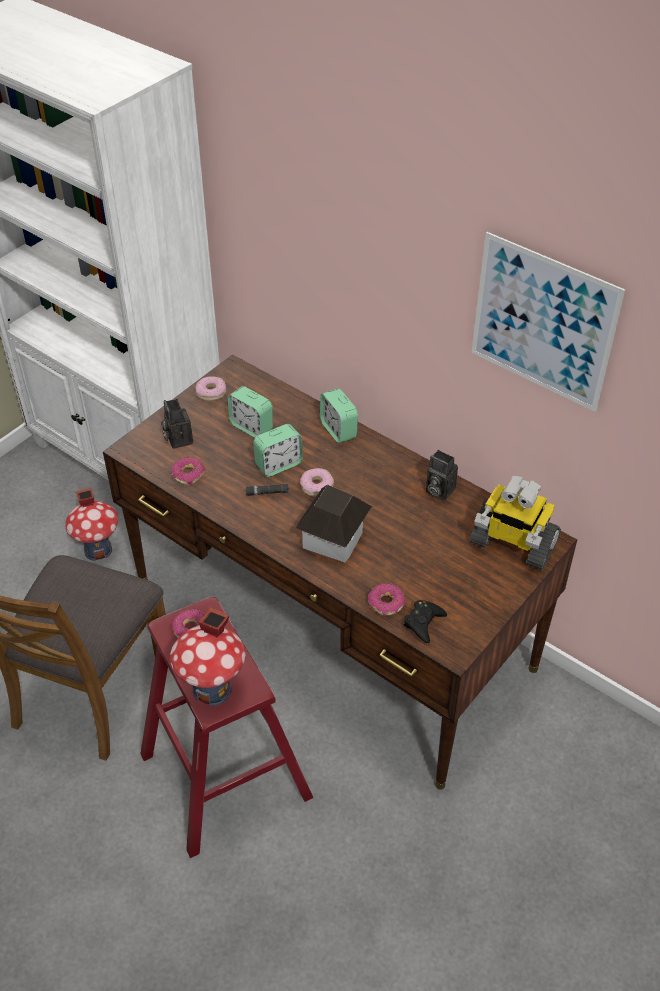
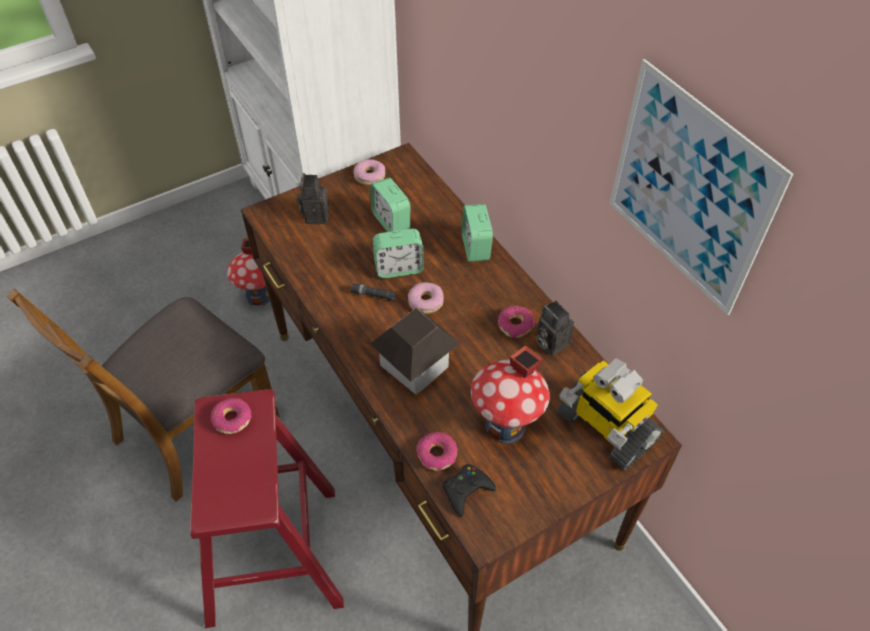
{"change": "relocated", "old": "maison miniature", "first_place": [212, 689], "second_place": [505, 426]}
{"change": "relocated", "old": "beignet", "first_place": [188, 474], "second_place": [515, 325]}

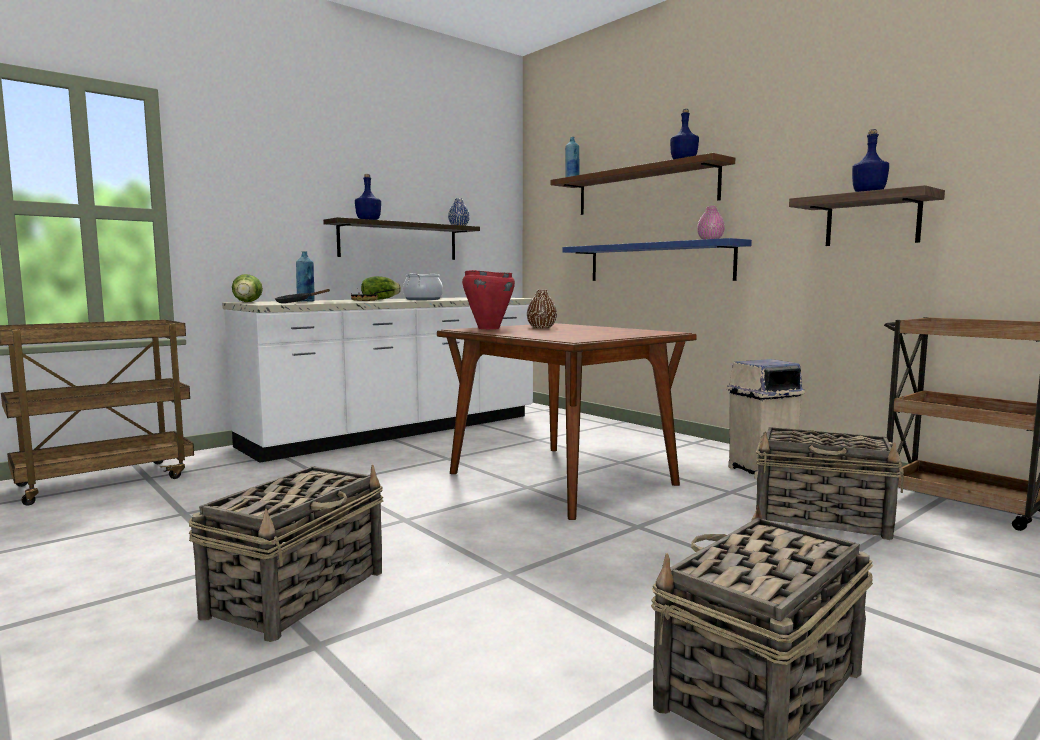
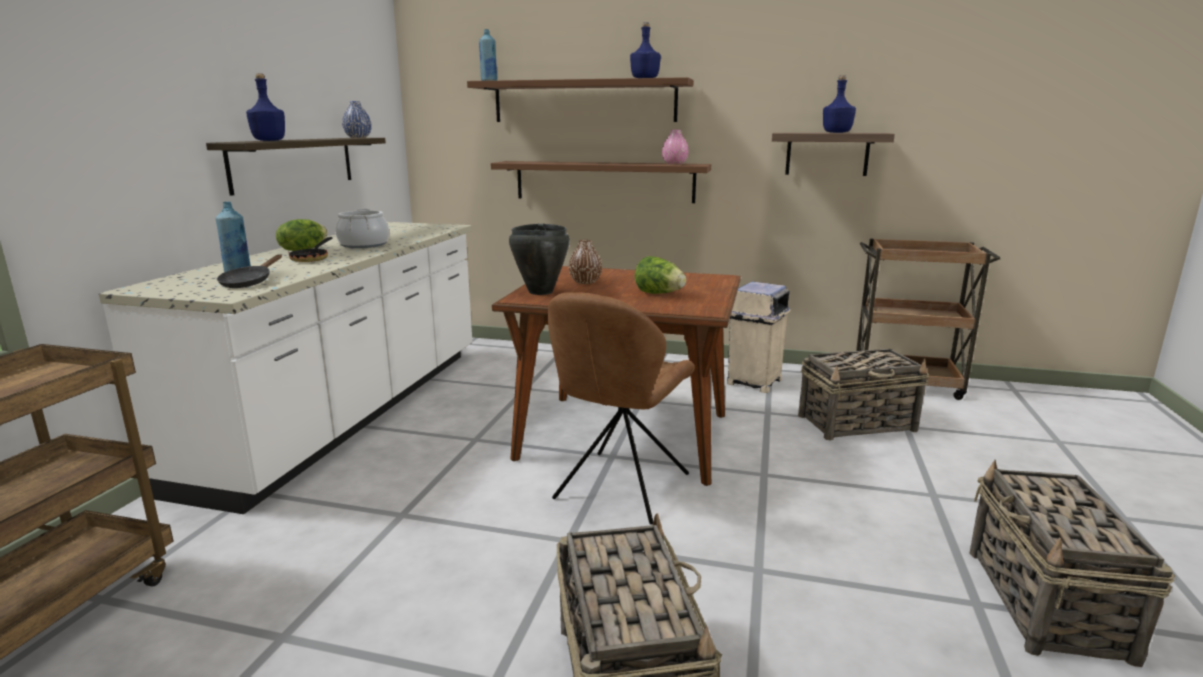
{"change": "appeared", "new": "chaise (marron)", "second_place": [620, 489]}
{"change": "relocated", "old": "laitue", "first_place": [247, 302], "second_place": [659, 294]}
{"change": "colour", "old": "marmite (rouge)", "new": "marmite (noir)", "first_place": [488, 328], "second_place": [540, 292]}
{"change": "colour", "old": "étagère (bleu)", "new": "étagère (marron)", "first_place": [658, 262], "second_place": [604, 181]}

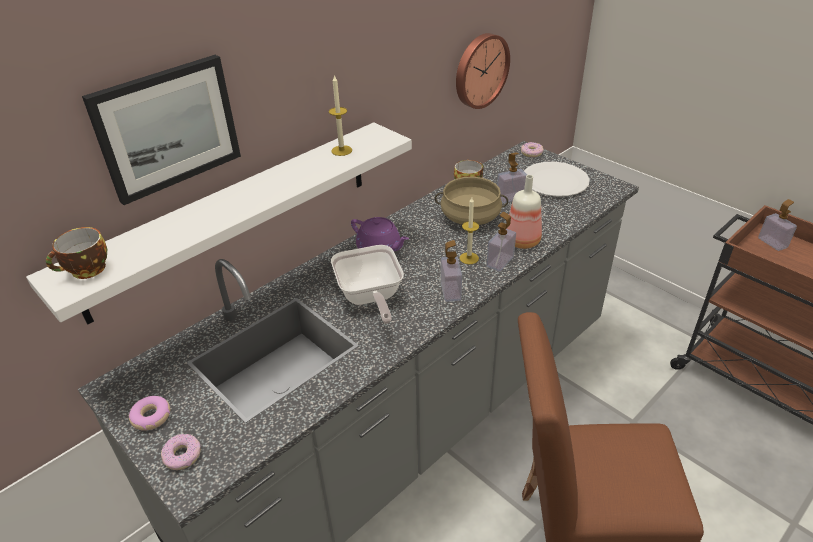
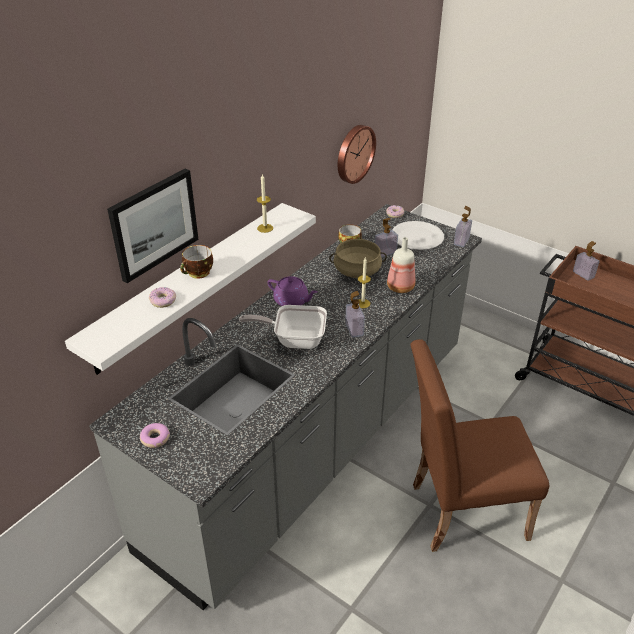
{"change": "relocated", "old": "tasse", "first_place": [86, 271], "second_place": [198, 273]}
{"change": "relocated", "old": "beignet", "first_place": [183, 455], "second_place": [163, 301]}
{"change": "relocated", "old": "distributeur de savon", "first_place": [500, 262], "second_place": [461, 241]}
{"change": "spun", "old": "poêle", "first_place": [370, 298], "second_place": [294, 339], "degrees": 120}

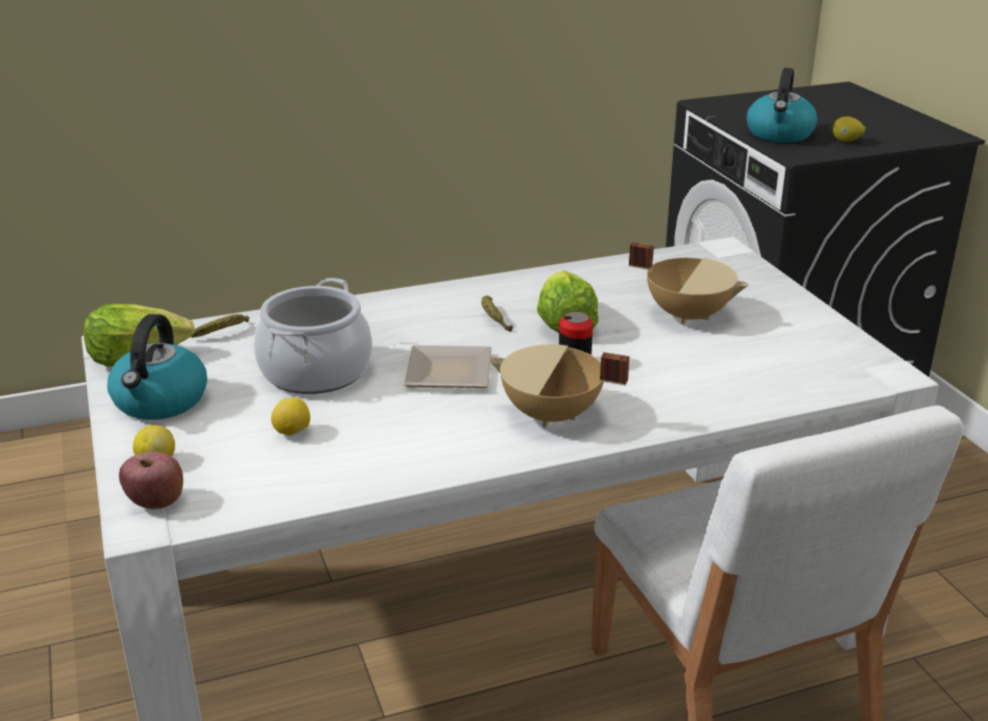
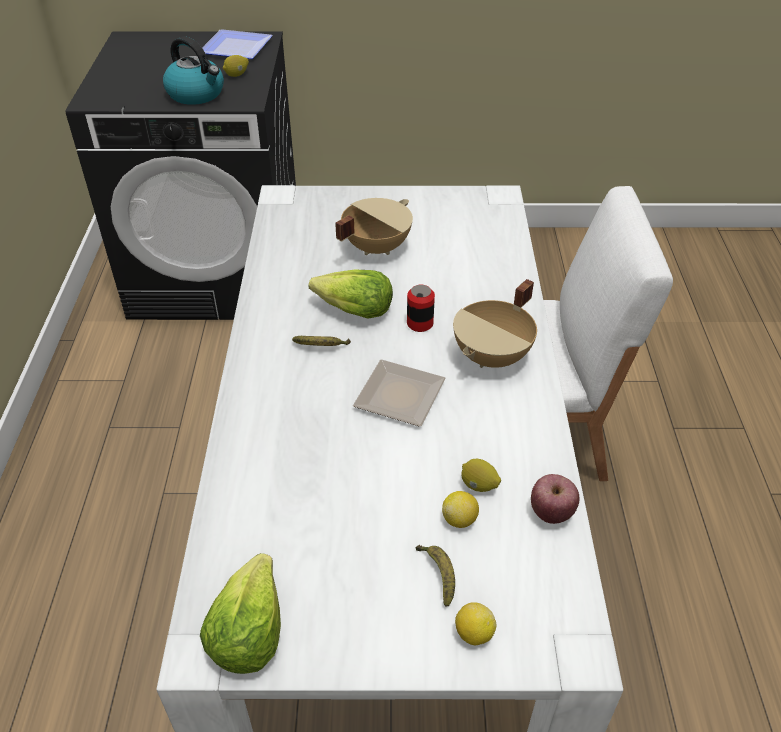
{"change": "missing", "old": "bouilloire", "first_place": [160, 401]}
{"change": "missing", "old": "marmite", "first_place": [316, 371]}
{"change": "appeared", "new": "assiette", "second_place": [239, 47]}
{"change": "appeared", "new": "citron", "second_place": [478, 485]}
{"change": "relocated", "old": "pomme", "first_place": [156, 502], "second_place": [551, 512]}
{"change": "relocated", "old": "banane", "first_place": [224, 333], "second_place": [438, 575]}

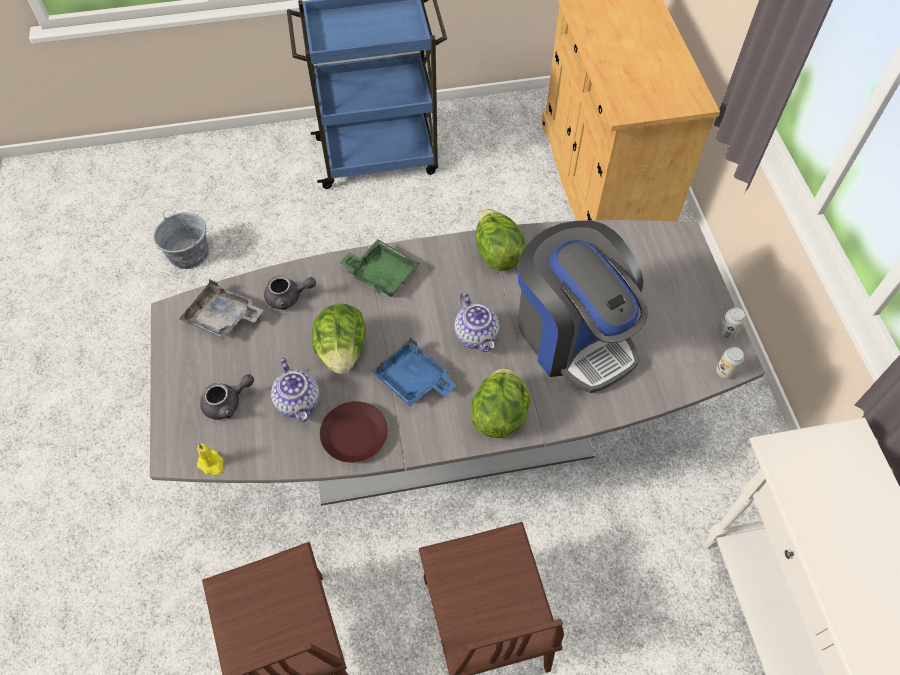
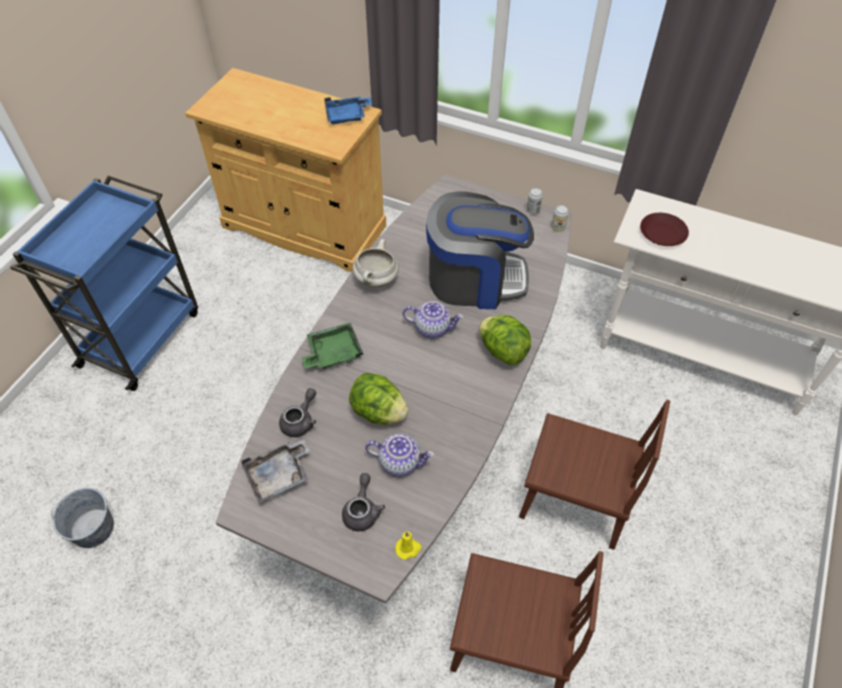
{"change": "relocated", "old": "assiette (marron)", "first_place": [355, 435], "second_place": [662, 233]}
{"change": "relocated", "old": "plateau (bleu)", "first_place": [413, 380], "second_place": [347, 116]}
{"change": "exchanged", "old": "laitue", "new": "marmite (blanc)", "first_place": [497, 253], "second_place": [376, 280]}

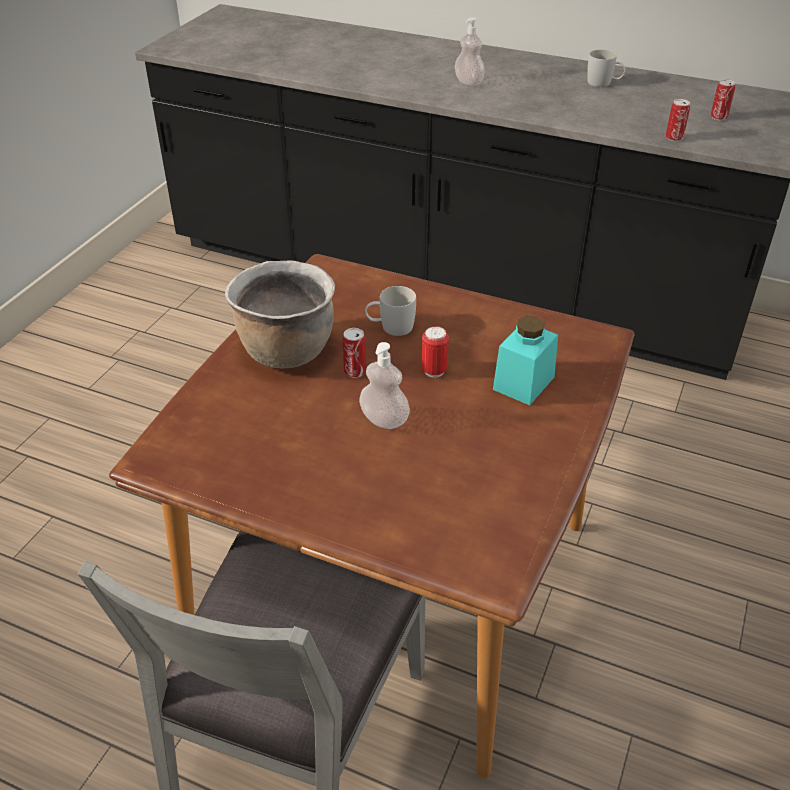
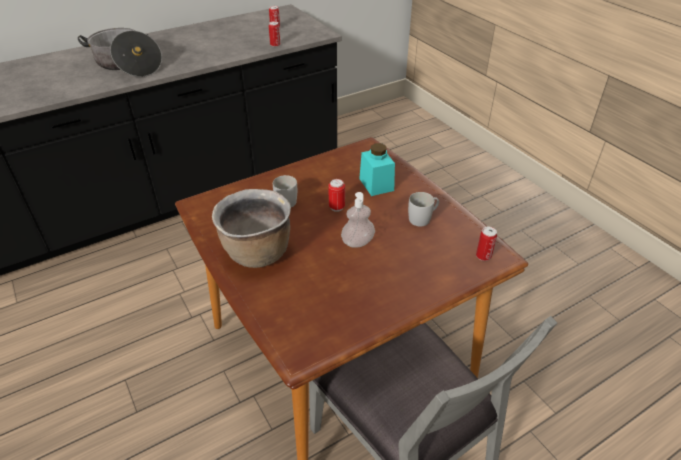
{"change": "relocated", "old": "boîte métallique", "first_place": [355, 371], "second_place": [483, 256]}
{"change": "relocated", "old": "mug (blanc)", "first_place": [604, 83], "second_place": [423, 218]}
{"change": "exchanged", "old": "distributeur de savon", "new": "marmite", "first_place": [468, 82], "second_place": [127, 65]}

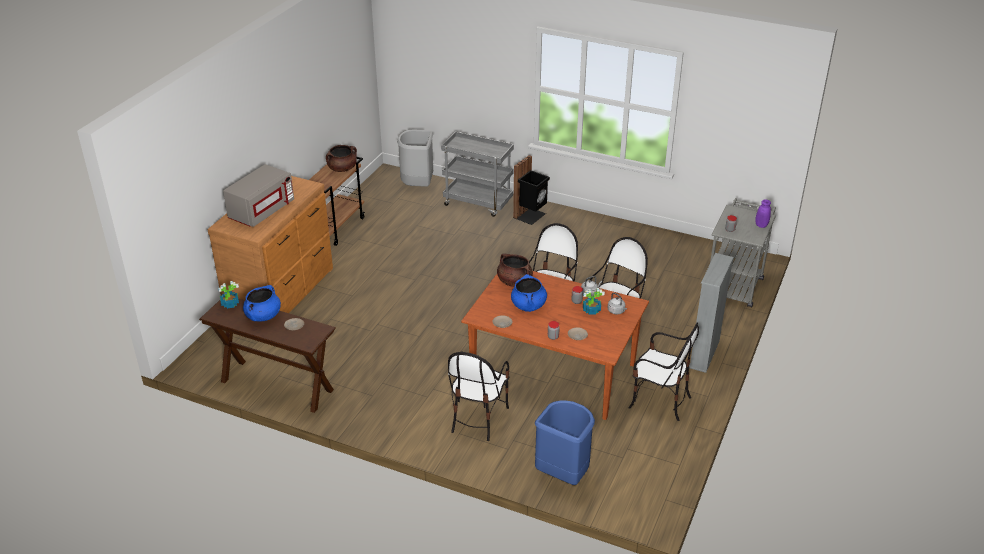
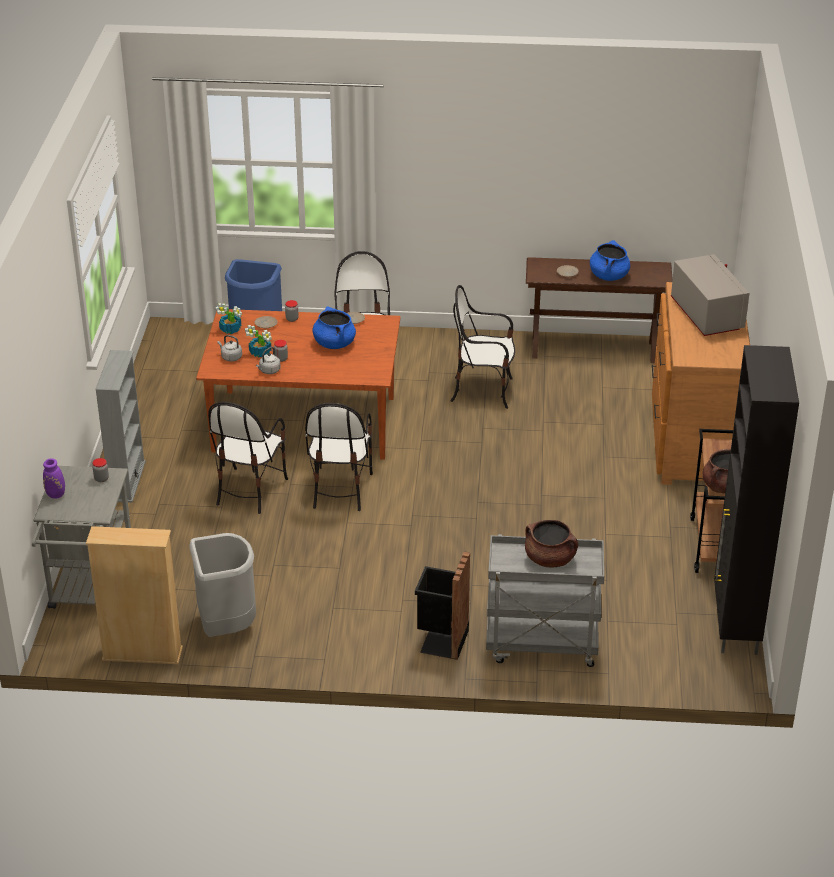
{"change": "appeared", "new": "bibliothèque (beige)", "second_place": [142, 654]}
{"change": "appeared", "new": "meuble de rangement (noir)", "second_place": [735, 626]}
{"change": "relocated", "old": "plante en pot", "first_place": [230, 304], "second_place": [231, 329]}
{"change": "relocated", "old": "poubelle (gris)", "first_place": [418, 186], "second_place": [226, 627]}
{"change": "relocated", "old": "marmite (marron)", "first_place": [514, 281], "second_place": [550, 559]}
{"change": "relocated", "old": "chaise", "first_place": [659, 401], "second_place": [483, 391]}
{"change": "spun", "old": "micro-ondes (gris)", "first_place": [261, 211], "second_place": [706, 315], "degrees": 150}

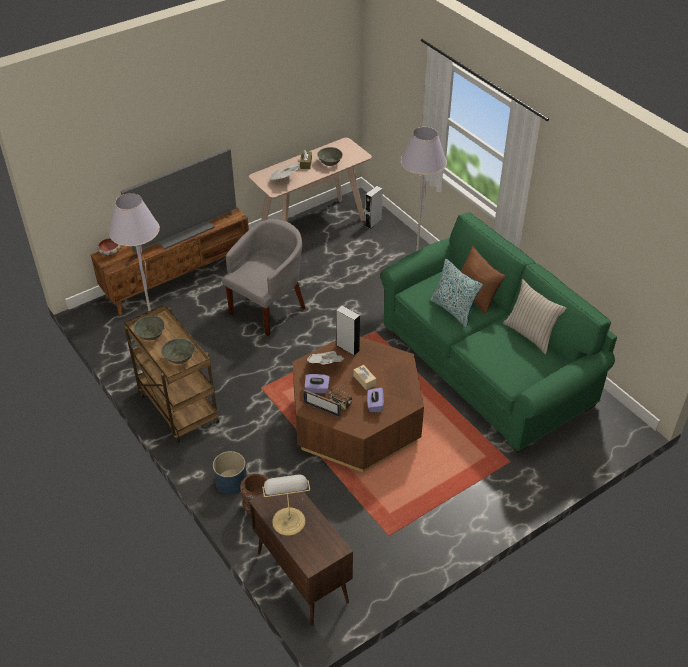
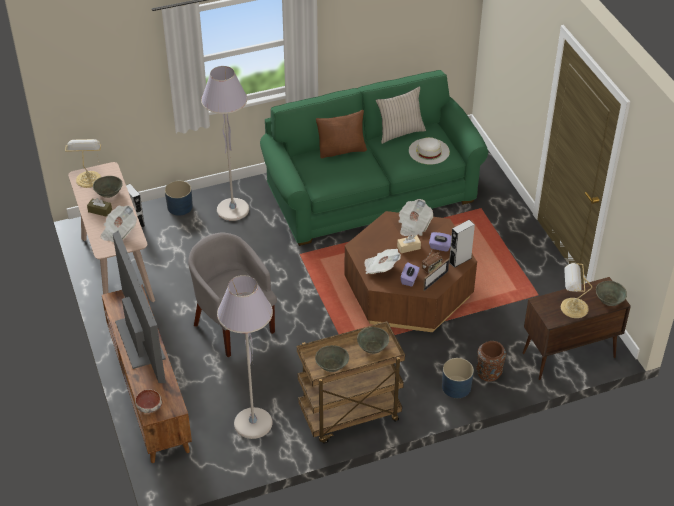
{"change": "missing", "old": "coussin", "first_place": [453, 310]}
{"change": "appeared", "new": "lampe de table", "second_place": [88, 178]}
{"change": "appeared", "new": "cache-pot (bleu)", "second_place": [179, 207]}
{"change": "appeared", "new": "journal", "second_place": [413, 226]}
{"change": "appeared", "new": "chapeau (blanc)", "second_place": [429, 151]}
{"change": "appeared", "new": "bol (gris)", "second_place": [609, 300]}
{"change": "relocated", "old": "enceinte (gris)", "first_place": [347, 347], "second_place": [460, 260]}

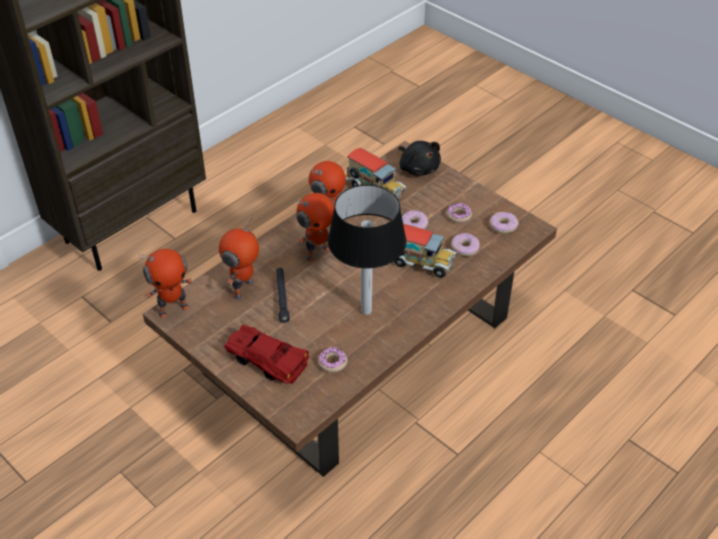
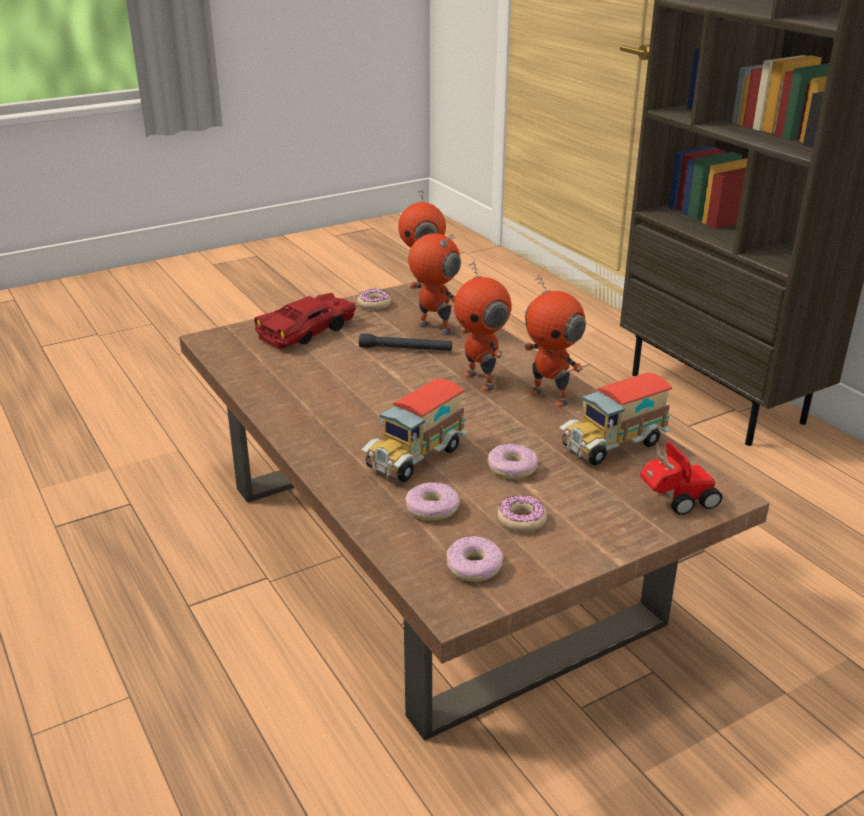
{"change": "missing", "old": "lampe de table", "first_place": [365, 310]}
{"change": "relocated", "old": "beignet", "first_place": [332, 362], "second_place": [374, 304]}
{"change": "exchanged", "old": "peluche (noir)", "new": "petite voiture", "first_place": [418, 168], "second_place": [675, 501]}

